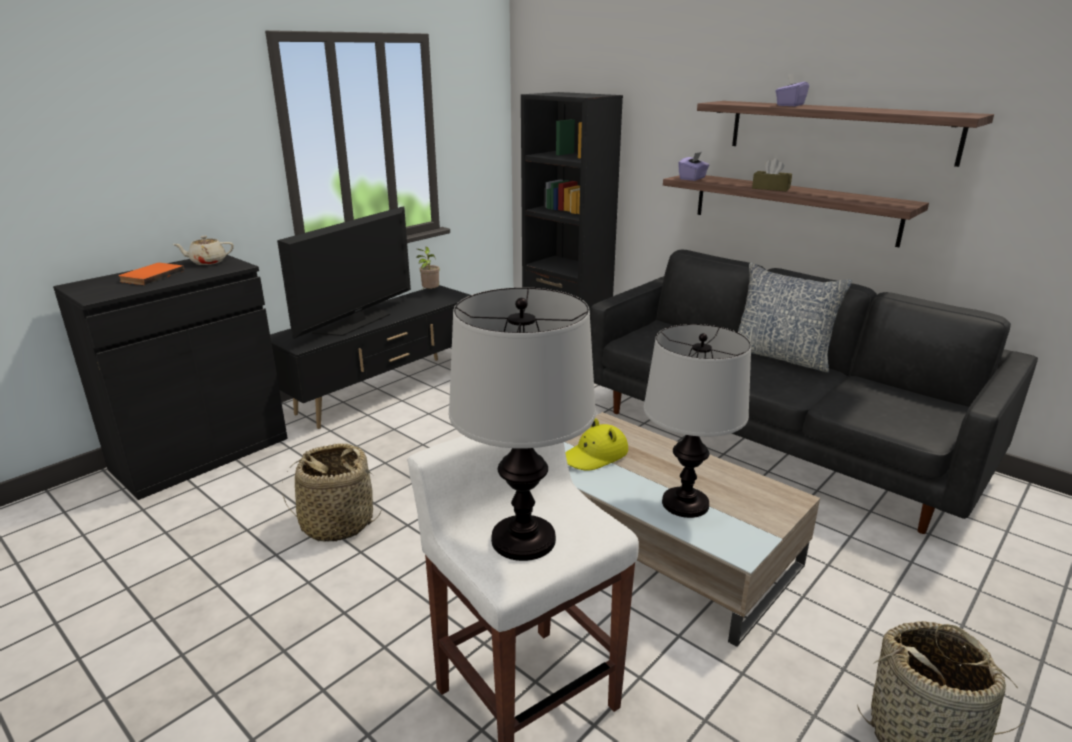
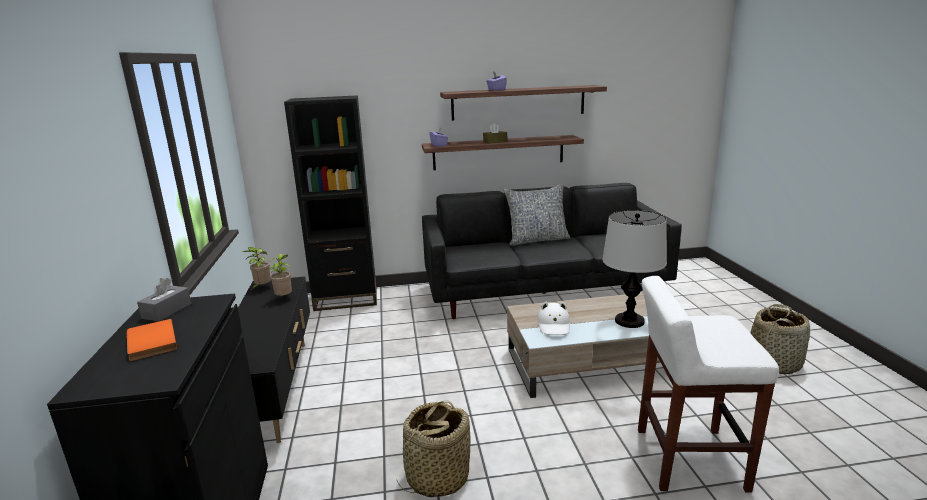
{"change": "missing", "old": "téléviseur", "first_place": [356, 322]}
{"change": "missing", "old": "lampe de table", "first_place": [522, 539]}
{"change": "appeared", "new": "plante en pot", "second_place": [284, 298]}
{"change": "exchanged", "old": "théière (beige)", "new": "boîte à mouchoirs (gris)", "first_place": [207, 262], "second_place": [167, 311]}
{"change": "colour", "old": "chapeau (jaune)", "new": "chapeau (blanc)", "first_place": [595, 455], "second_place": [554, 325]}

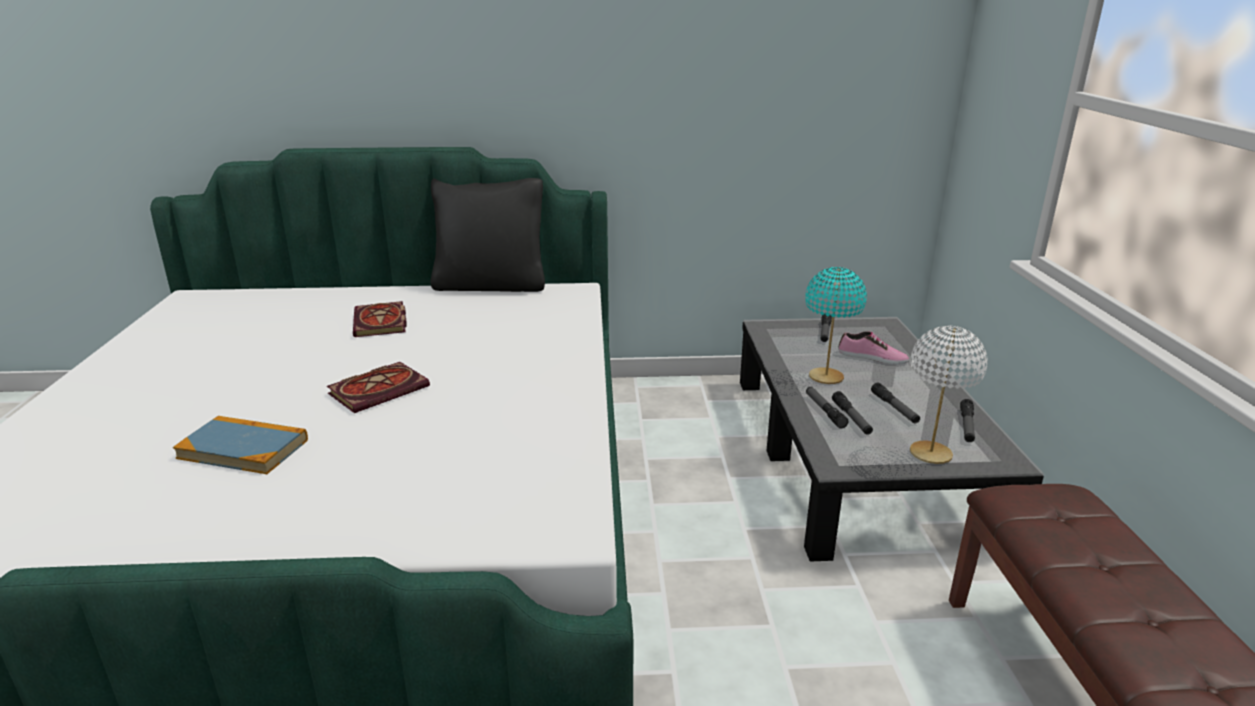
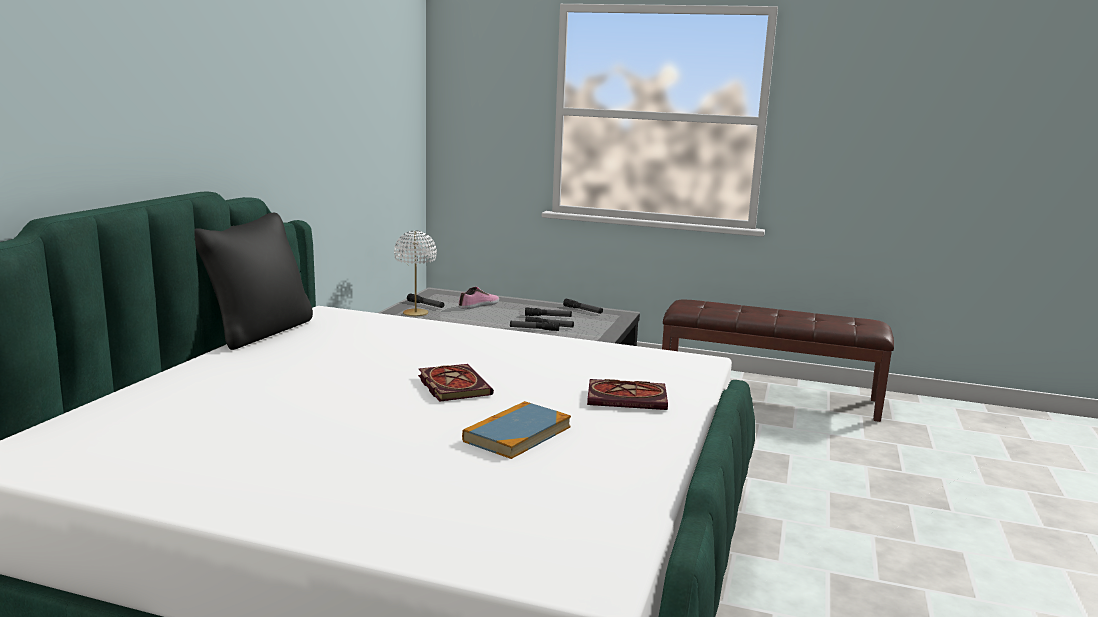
{"change": "missing", "old": "lampe de table (turquoise)", "first_place": [825, 377]}
{"change": "relocated", "old": "livre", "first_place": [381, 323], "second_place": [629, 398]}
{"change": "relocated", "old": "lampe de table (blanc)", "first_place": [930, 454], "second_place": [415, 313]}

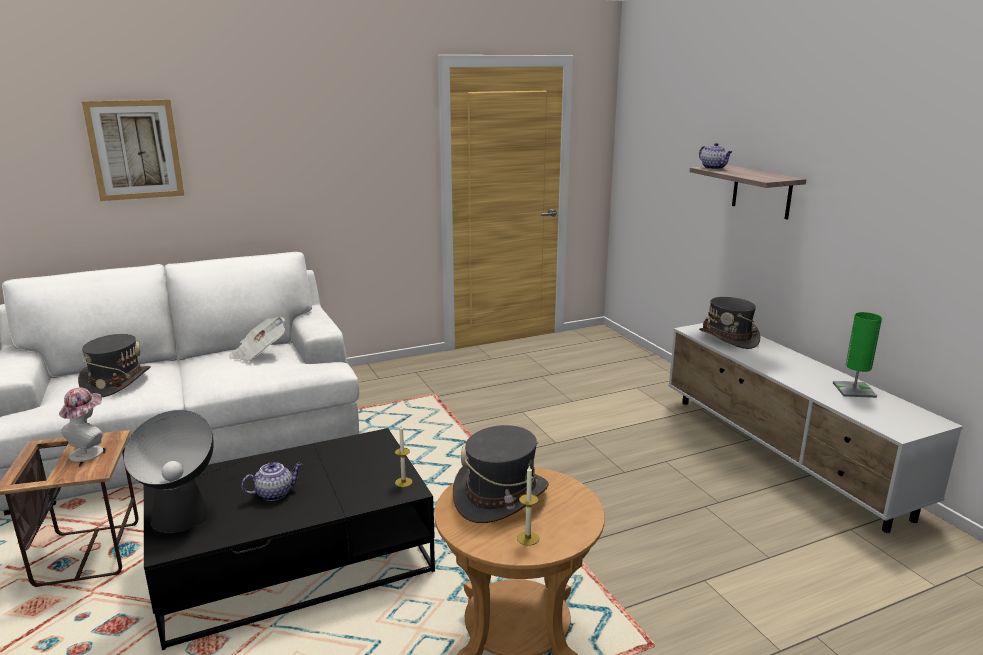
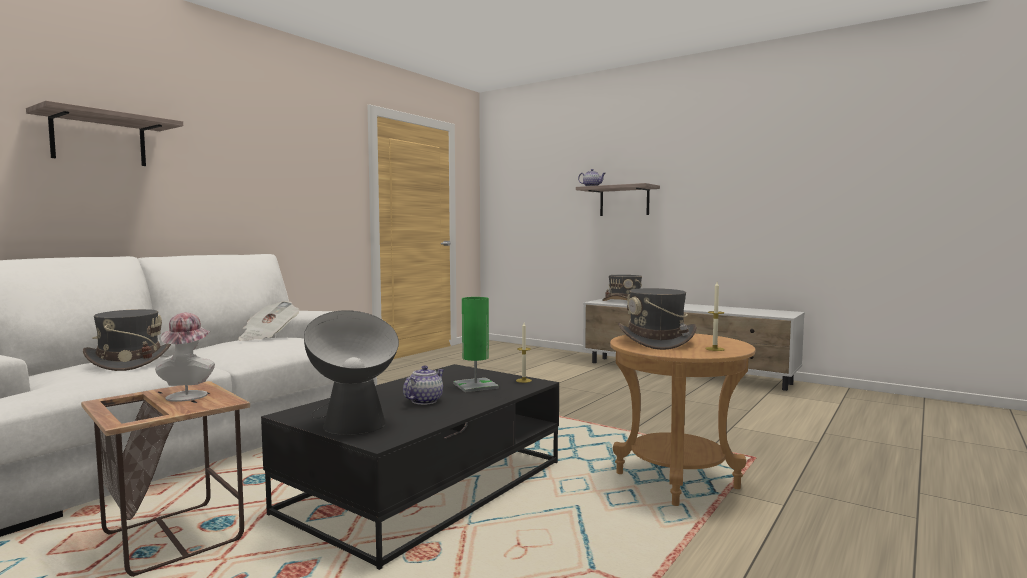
{"change": "relocated", "old": "lampe de table (vert)", "first_place": [854, 390], "second_place": [475, 386]}
{"change": "exchanged", "old": "tableau", "new": "étagère", "first_place": [135, 150], "second_place": [99, 140]}

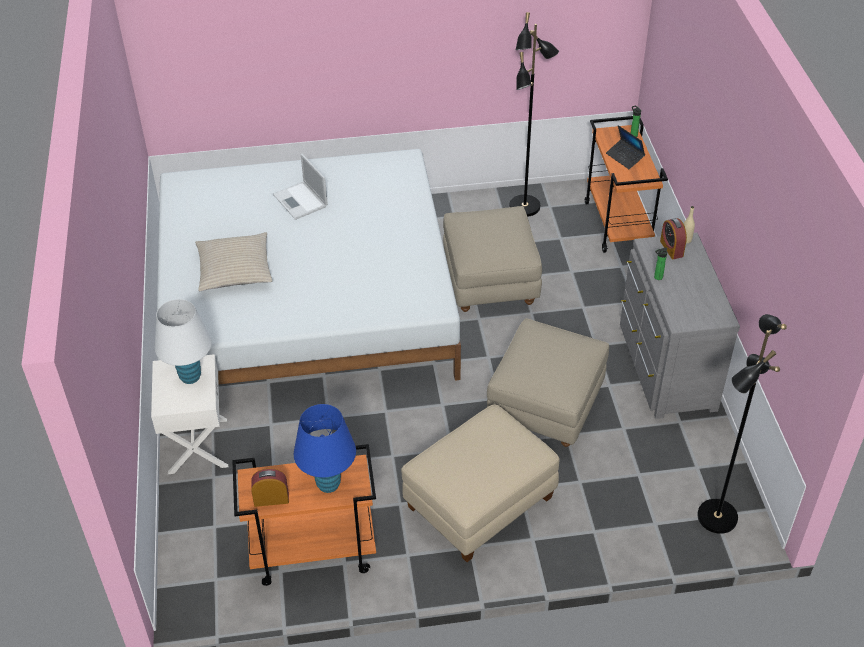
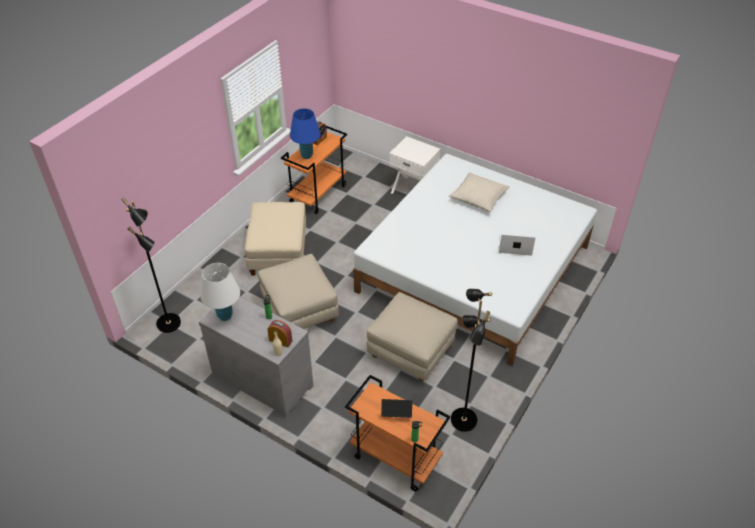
{"change": "relocated", "old": "lampe de table (blanc)", "first_place": [190, 377], "second_place": [225, 316]}

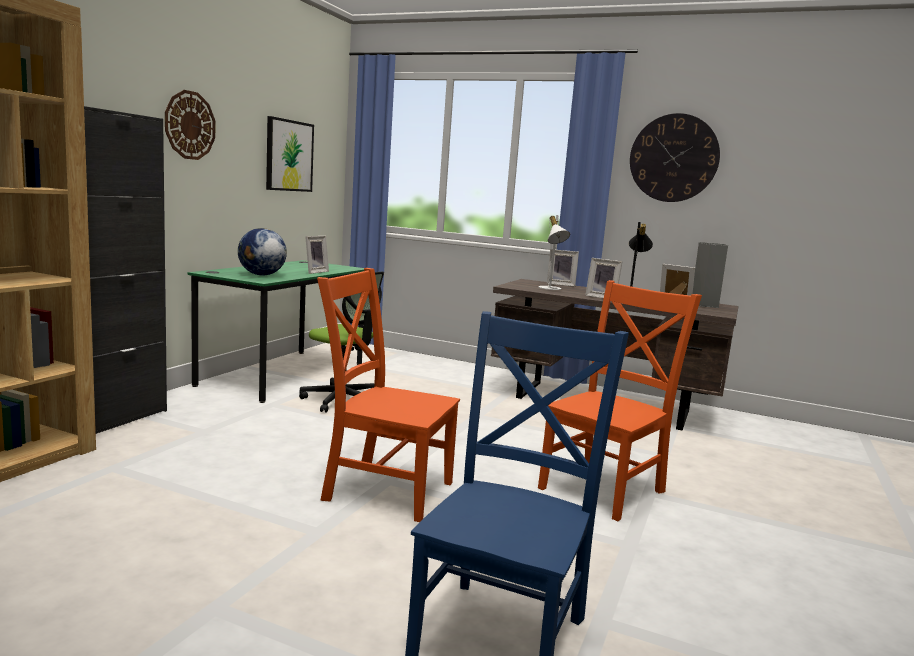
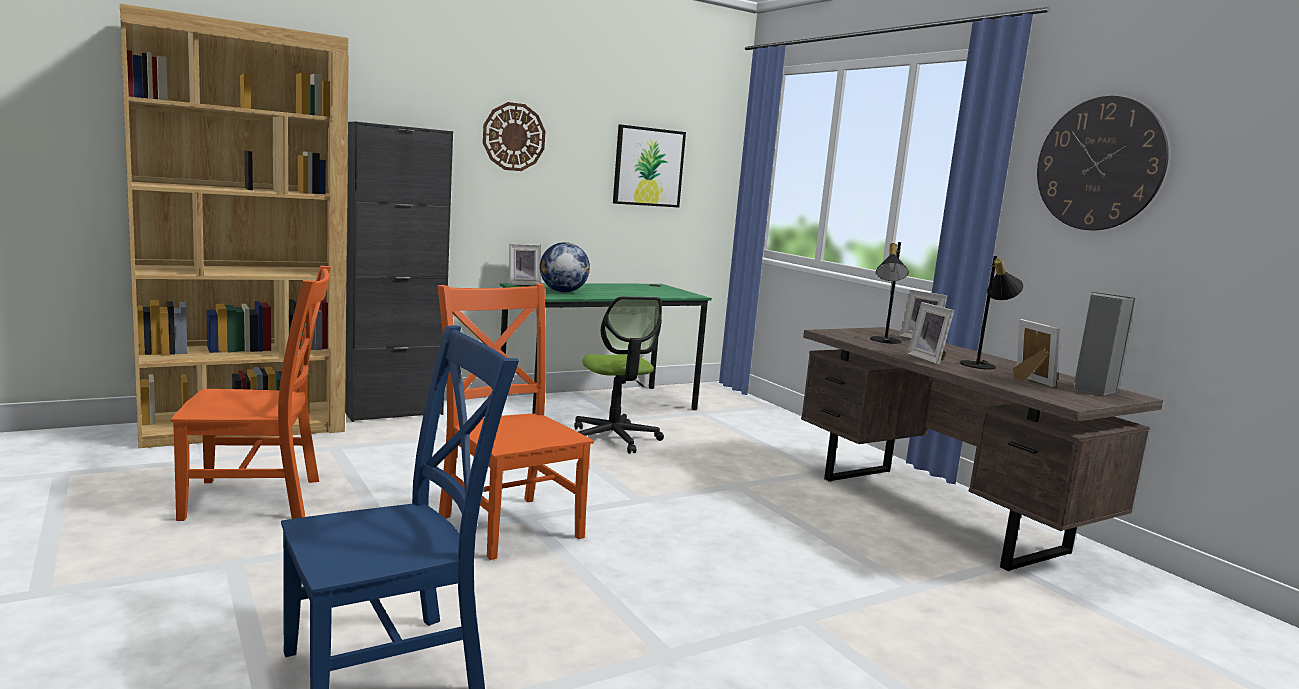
{"change": "relocated", "old": "cadre photo", "first_place": [314, 272], "second_place": [523, 284]}
{"change": "relocated", "old": "chaise (orange)", "first_place": [605, 488], "second_place": [259, 499]}
{"change": "colour", "old": "lampe de table (blanc)", "new": "lampe de table (noir)", "first_place": [551, 288], "second_place": [884, 341]}

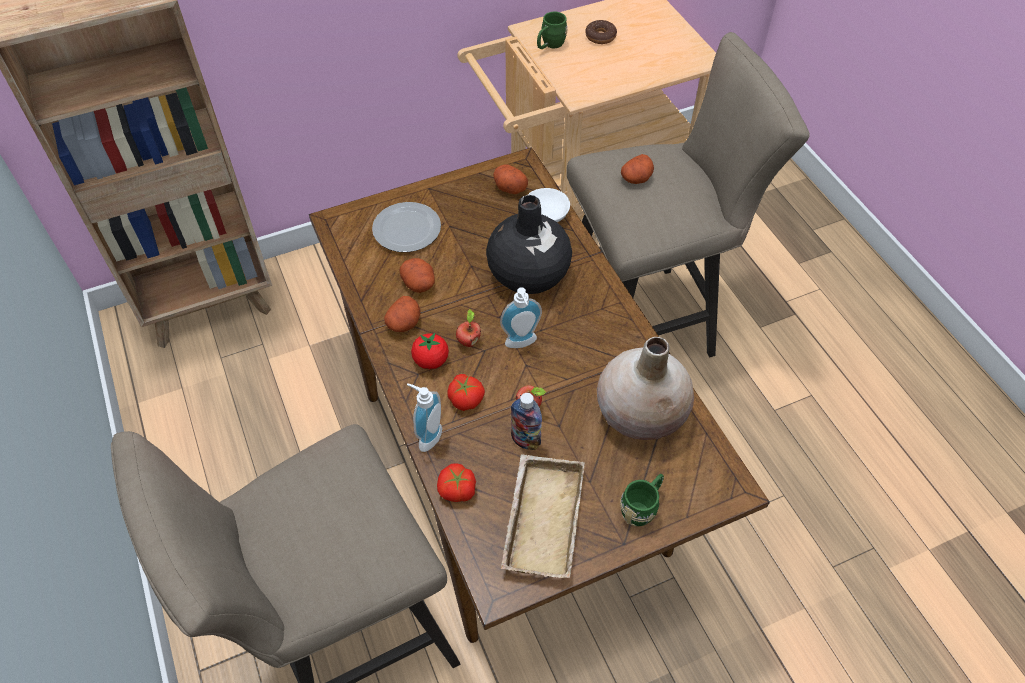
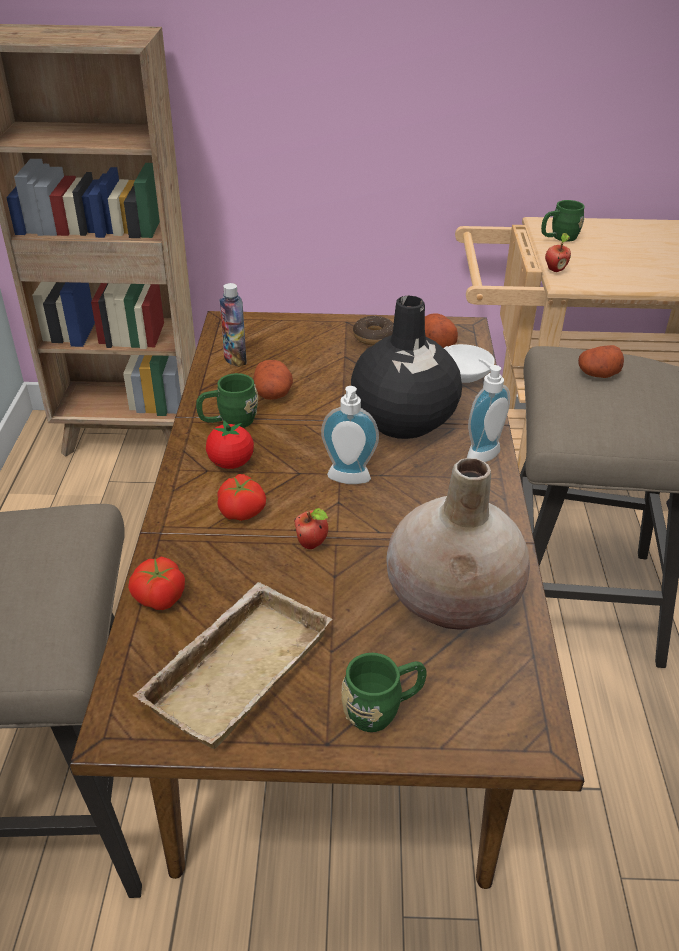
{"change": "missing", "old": "assiette", "first_place": [407, 230]}
{"change": "relocated", "old": "distributeur de savon", "first_place": [427, 436], "second_place": [479, 452]}
{"change": "relocated", "old": "pomme", "first_place": [468, 341], "second_place": [555, 269]}
{"change": "relocated", "old": "bouteille", "first_place": [525, 440], "second_place": [235, 359]}
{"change": "relocated", "old": "beignet", "first_place": [600, 36], "second_place": [374, 337]}
{"change": "exchanged", "old": "pomme de terre", "new": "mug (vert)", "first_place": [404, 323], "second_place": [229, 422]}

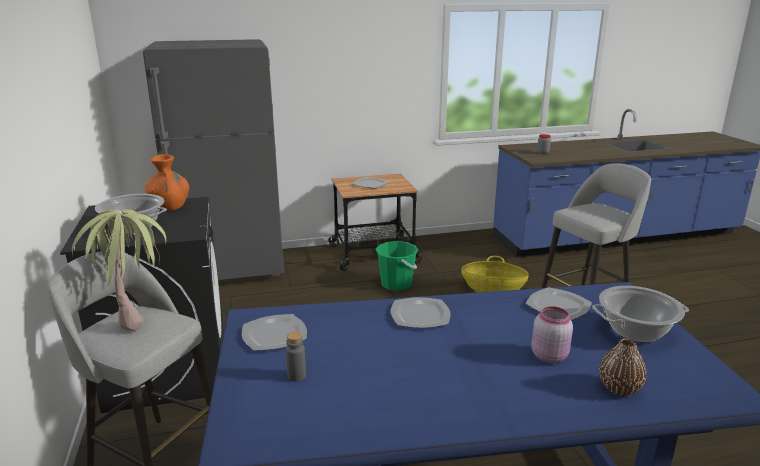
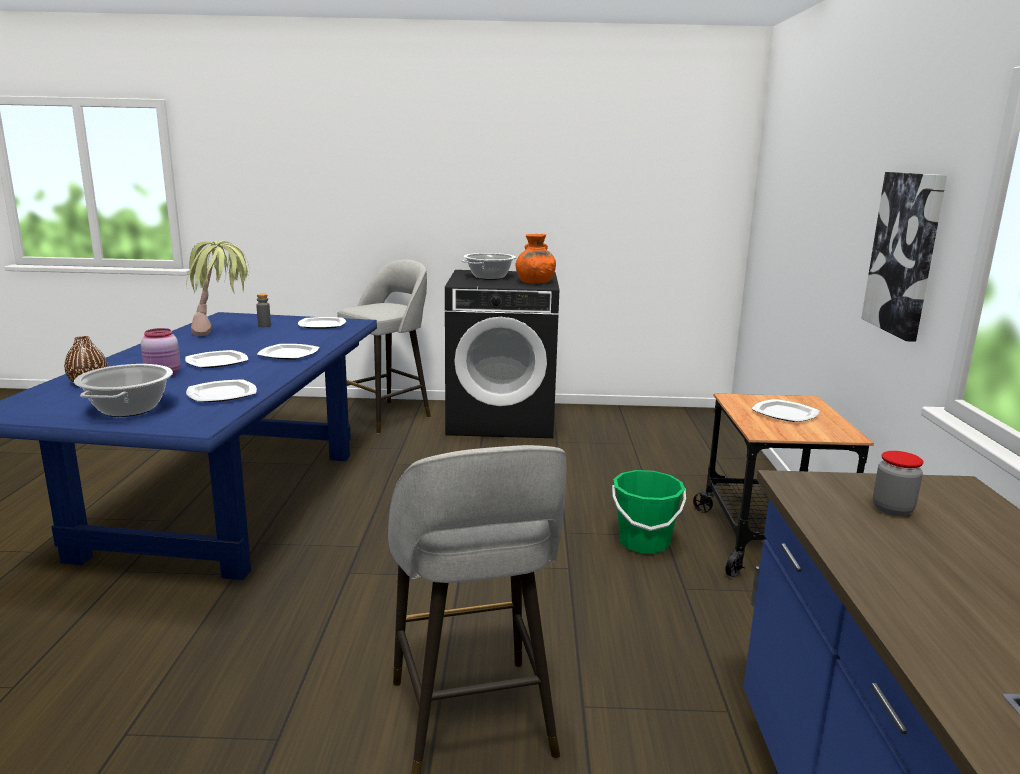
{"change": "missing", "old": "réfrigérateur (gris)", "first_place": [232, 270]}
{"change": "missing", "old": "panier", "first_place": [493, 289]}
{"change": "appeared", "new": "assiette", "second_place": [217, 362]}
{"change": "appeared", "new": "tableau", "second_place": [905, 253]}
{"change": "relocated", "old": "plante en pot", "first_place": [135, 315], "second_place": [223, 335]}

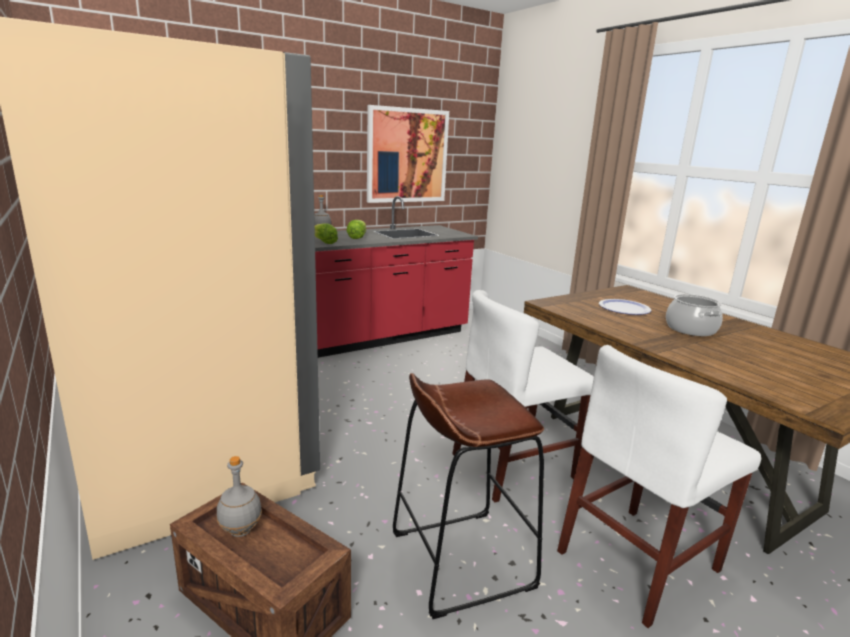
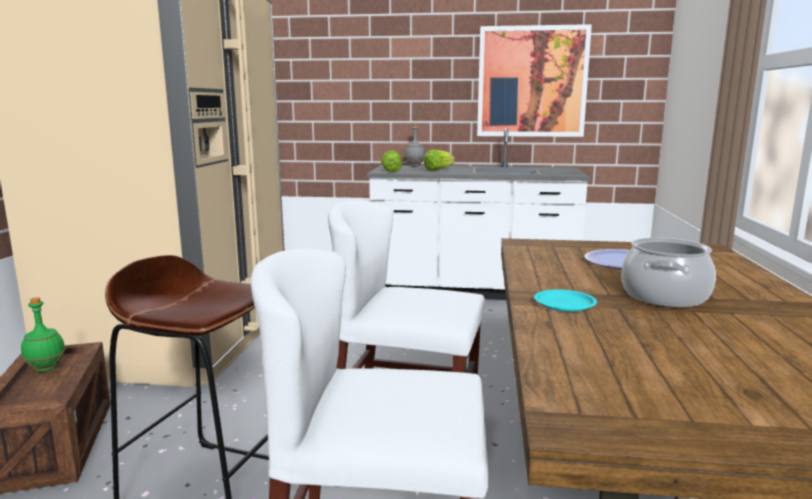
{"change": "appeared", "new": "assiette (turquoise)", "second_place": [565, 304]}
{"change": "colour", "old": "bouteille (gris)", "new": "bouteille (vert)", "first_place": [240, 531], "second_place": [45, 369]}
{"change": "colour", "old": "comptoir de cuisine (rouge)", "new": "comptoir de cuisine (blanc)", "first_place": [382, 337], "second_place": [472, 291]}

